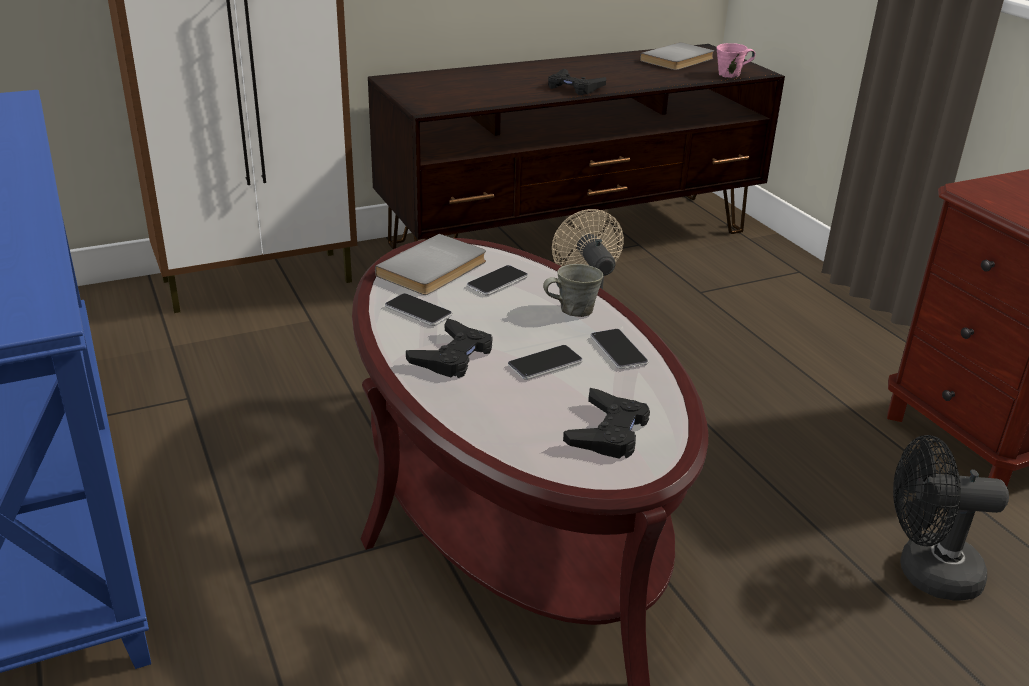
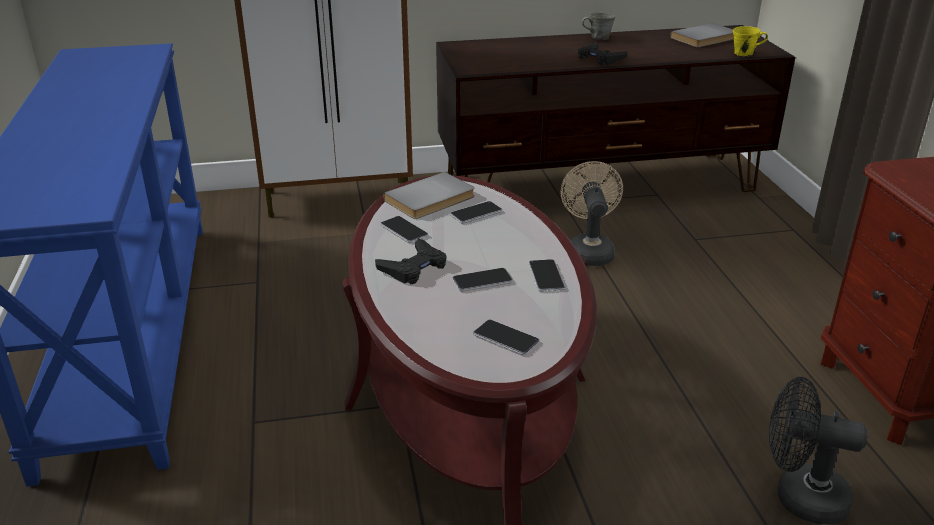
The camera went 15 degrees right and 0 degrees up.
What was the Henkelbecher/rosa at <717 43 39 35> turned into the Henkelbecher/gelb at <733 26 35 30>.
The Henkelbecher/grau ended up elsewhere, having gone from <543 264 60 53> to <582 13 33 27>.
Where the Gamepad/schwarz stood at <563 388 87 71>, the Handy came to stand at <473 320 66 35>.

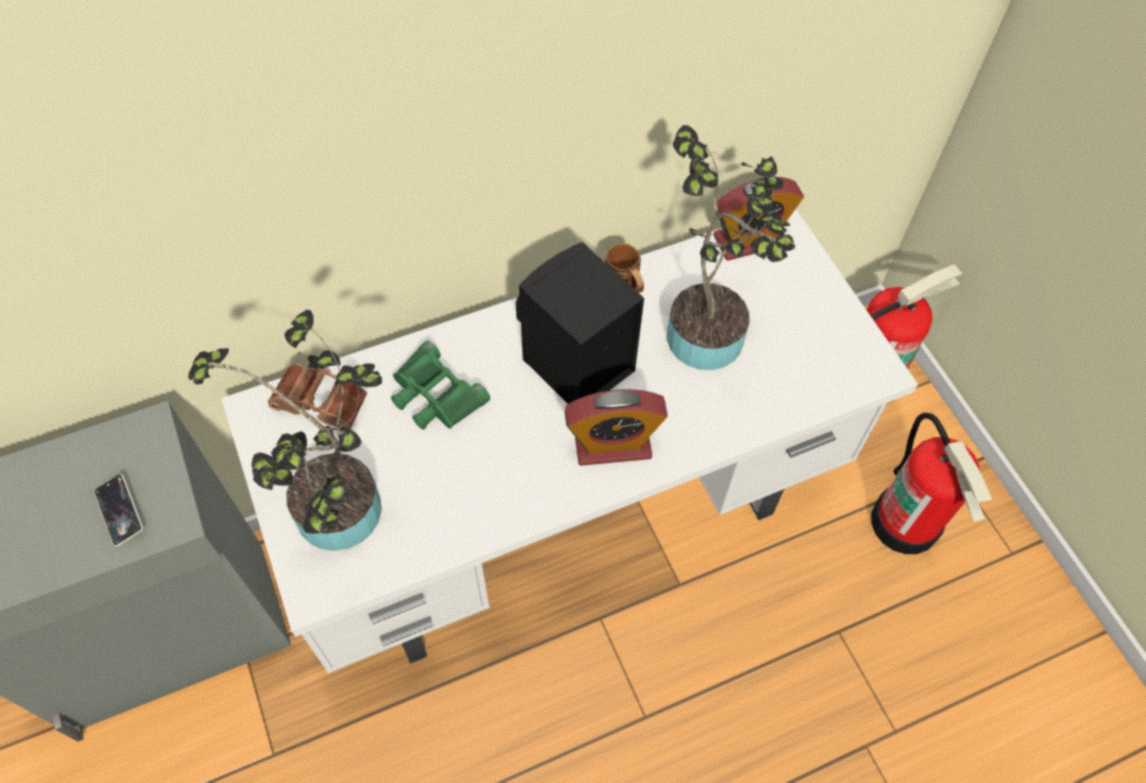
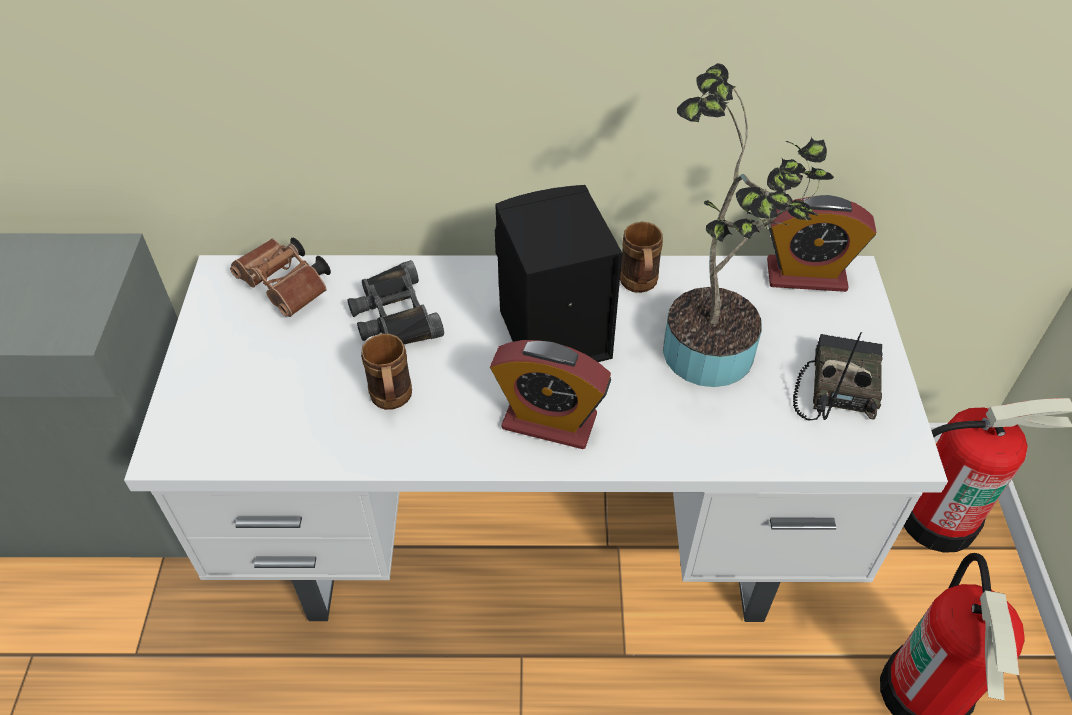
The camera went 25 degrees right and 10 degrees down.
The second view lost the Topfpflanze at <188 310 194 241>.
What was the Fernglas/grün at <391 340 99 90> turned into the Fernglas/schwarz at <347 260 97 84>.
The second view lost the Handy at <94 474 49 73>.
The second view gained the Radio at <793 332 90 89>.
The second view gained the Henkelbecher/braun at <361 334 51 76>.

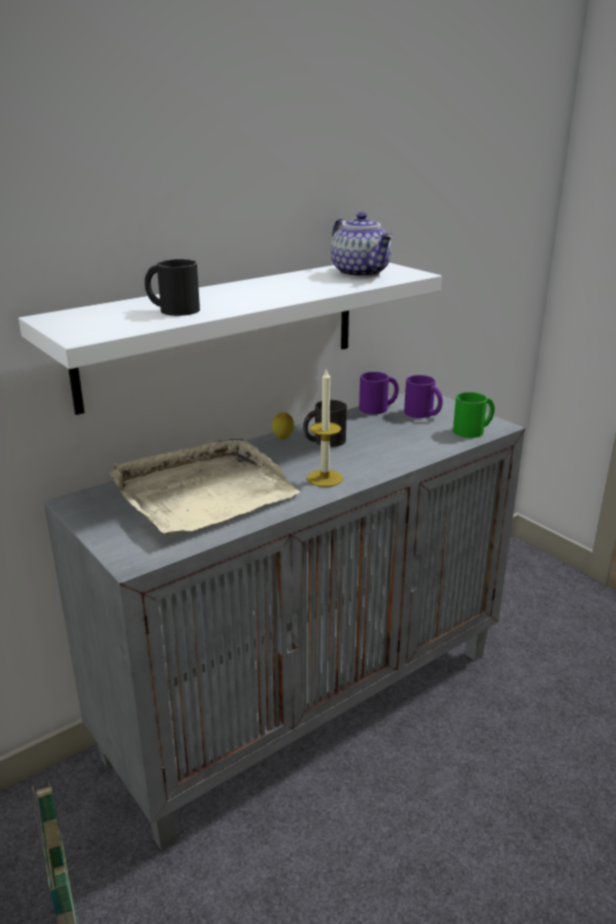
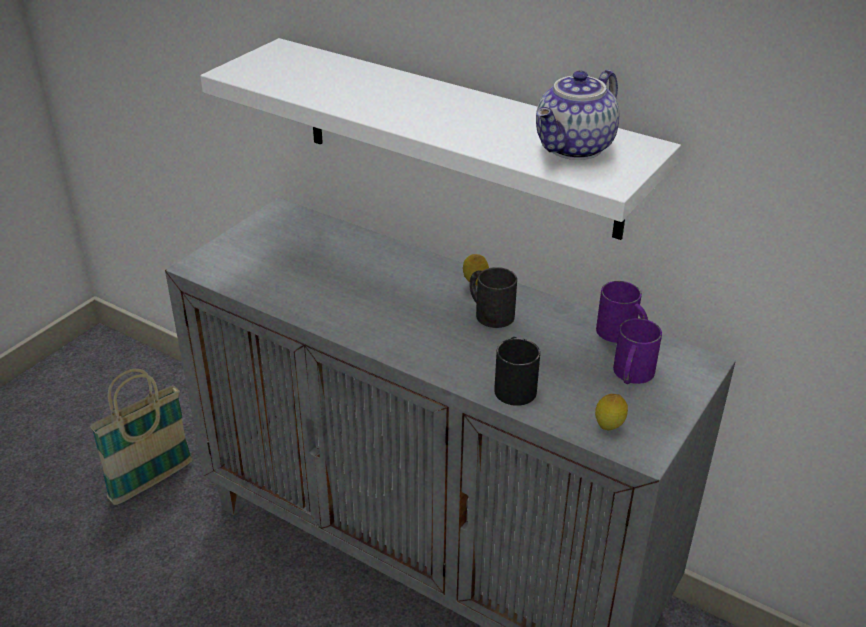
The camera went 70 degrees right and 10 degrees up.
The Henkelbecher/schwarz ended up elsewhere, having gone from <145 259 55 57> to <494 337 46 69>.
The second view lost the Kerze at <307 368 36 119>.
Where the Henkelbecher/grün stood at <453 392 42 46>, the Zitrone came to stand at <595 394 33 36>.
The second view lost the Tablett/beige at <109 438 191 98>.

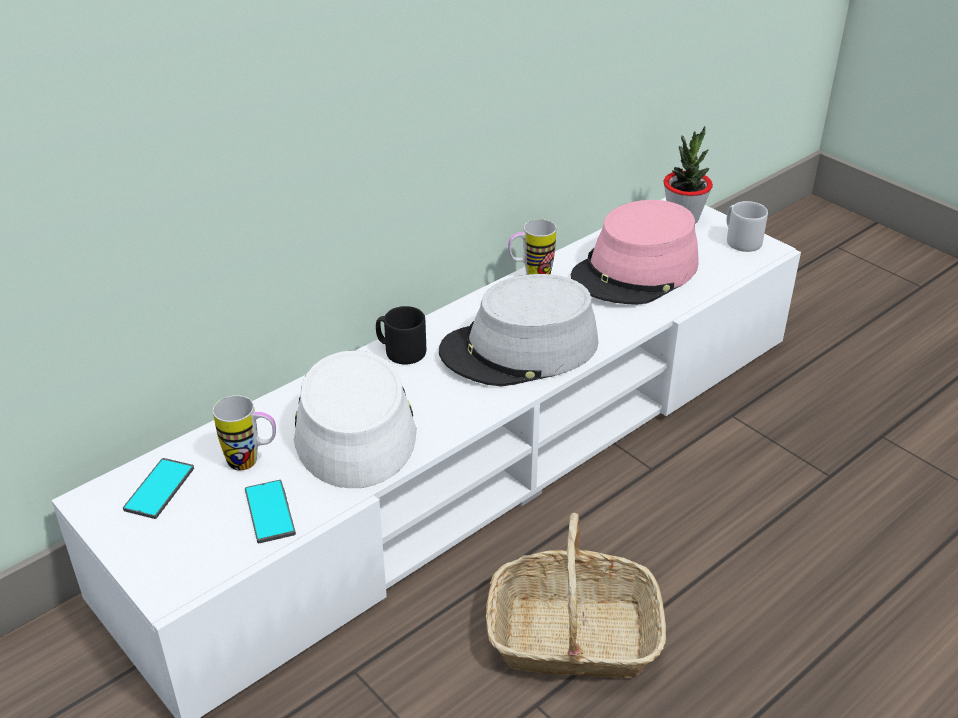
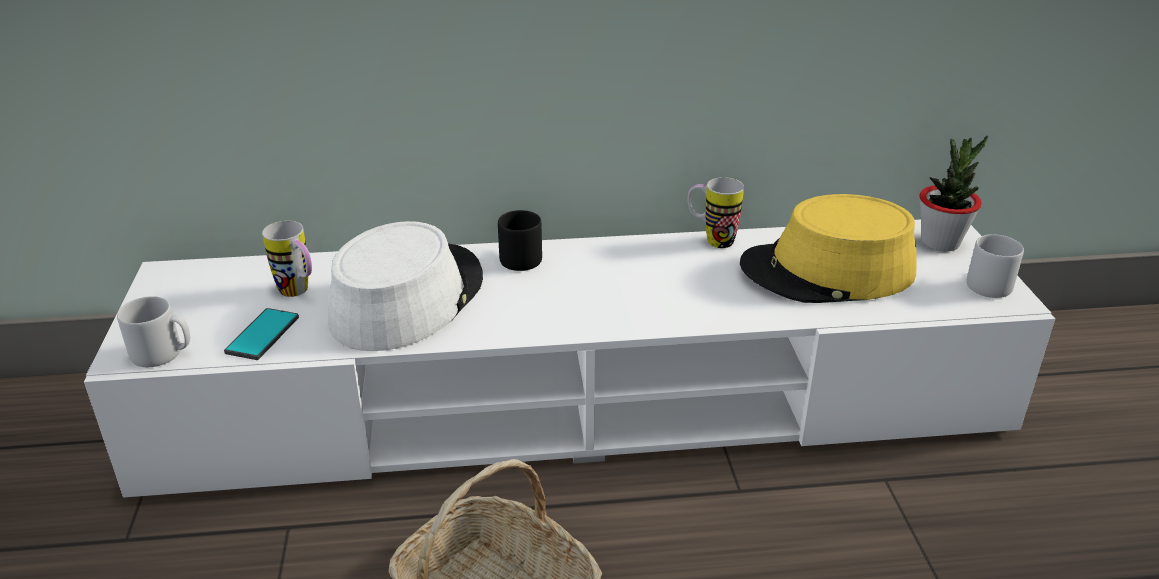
The camera went 35 degrees right and 5 degrees down.
What was the Hut/rosa at <571 200 128 105> turned into the Hut/gelb at <740 194 177 109>.
The second view lost the Hut/grau at <439 274 160 112>.
The second view lost the Handy at <123 458 71 61>.
The second view gained the Henkelbecher/grau at <117 296 73 71>.

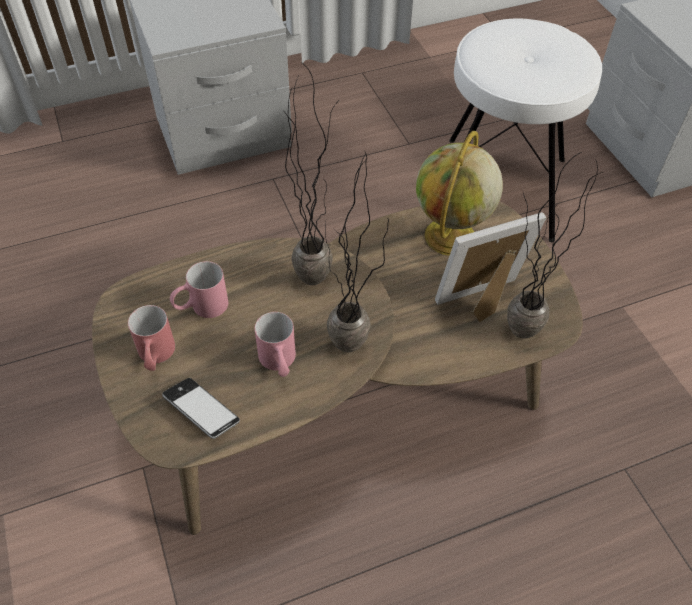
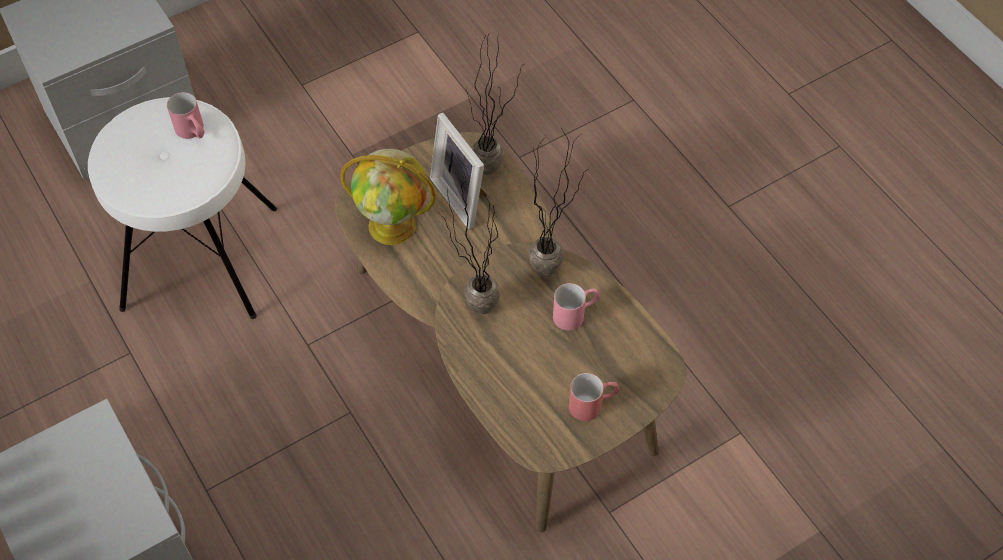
The camera went 100 degrees left and 5 degrees up.
The Henkelbecher/rosa ended up elsewhere, having gone from <170 261 58 57> to <167 92 38 47>.
The second view lost the Handy at <162 378 78 61>.

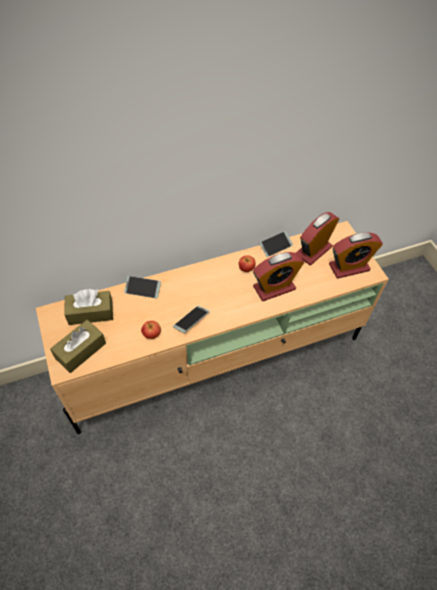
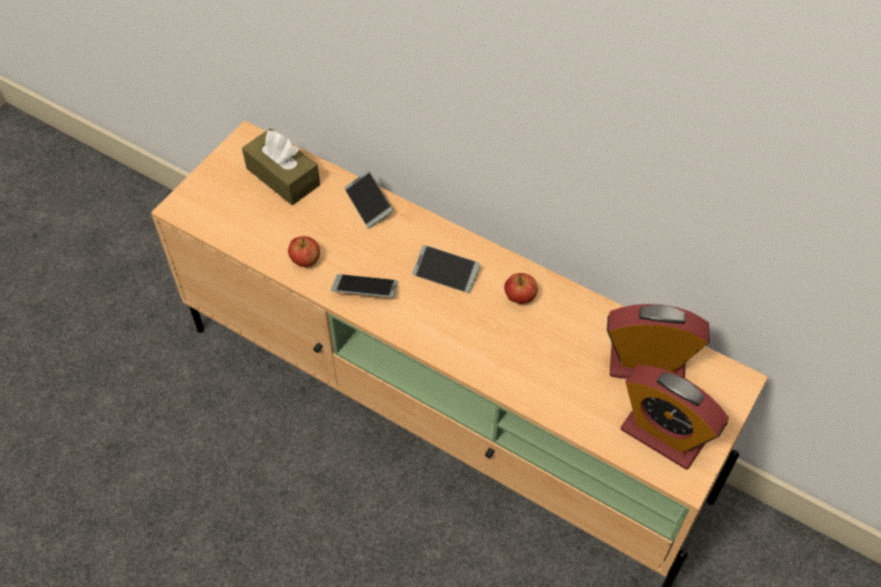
The camera went 55 degrees right and 0 degrees up.
The Handy ended up elsewhere, having gone from <259 231 34 26> to <412 245 68 48>.
The second view lost the Wecker at <253 252 51 49>.
The second view lost the Taschentuchbox/braun at <50 320 56 53>.

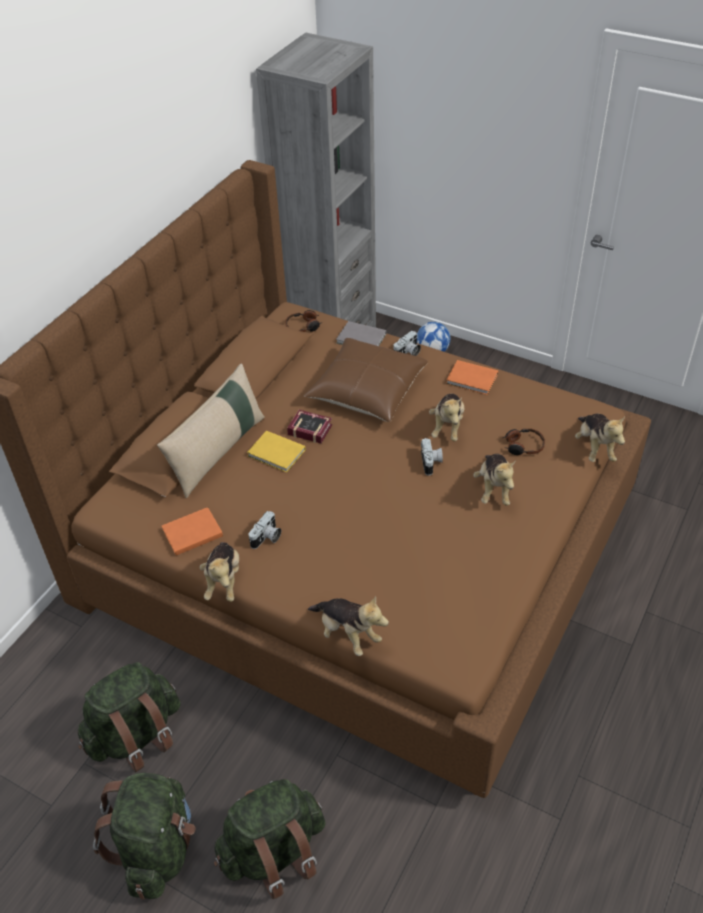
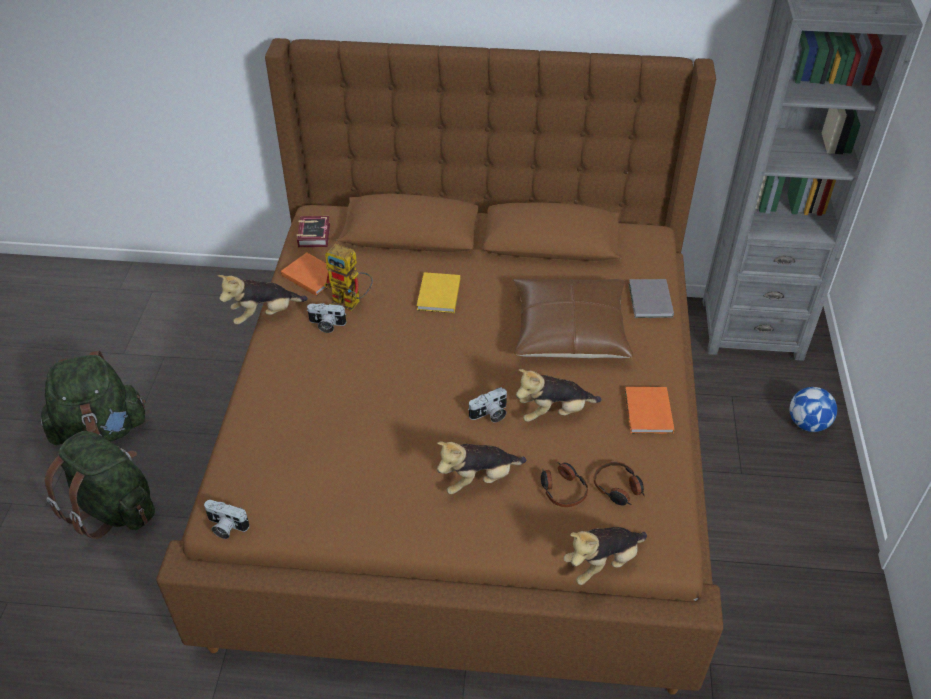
The camera went 65 degrees right and 0 degrees up.
The Kopfhörer ended up elsewhere, having gone from <285 310 36 22> to <594 461 50 45>.
The Kamera ended up elsewhere, having gone from <393 331 28 25> to <204 500 46 39>.
The second view lost the Kissen/beige at <157 364 108 134>.
The Buch ended up elsewhere, having gone from <287 410 45 33> to <297 216 33 31>.
The second view lost the Plüschtier at <308 596 81 60>.
The second view lost the Rucksack/grün at <78 662 103 110>.
The second view gained the Spielzeugroboter at <324 244 49 67>.

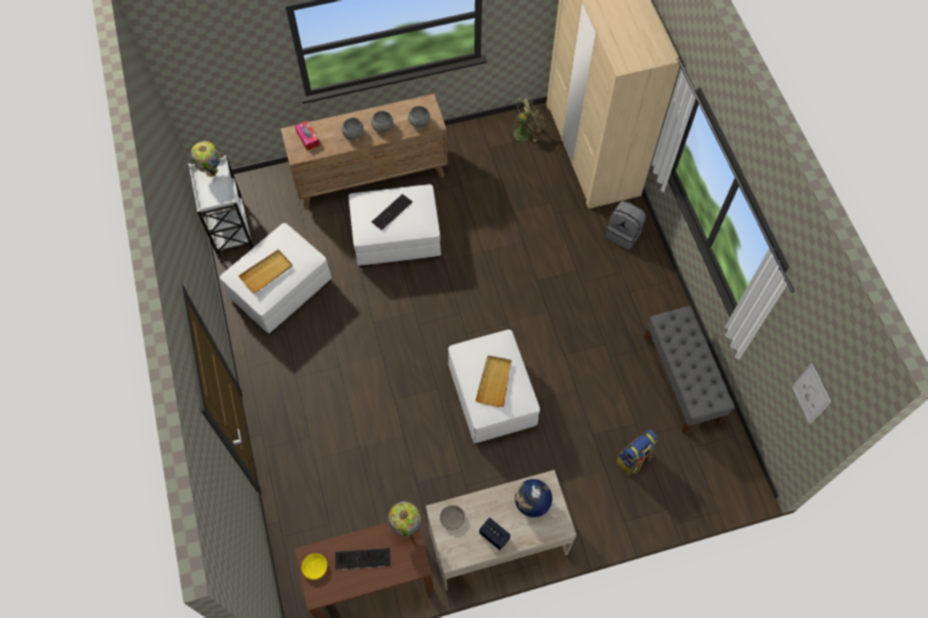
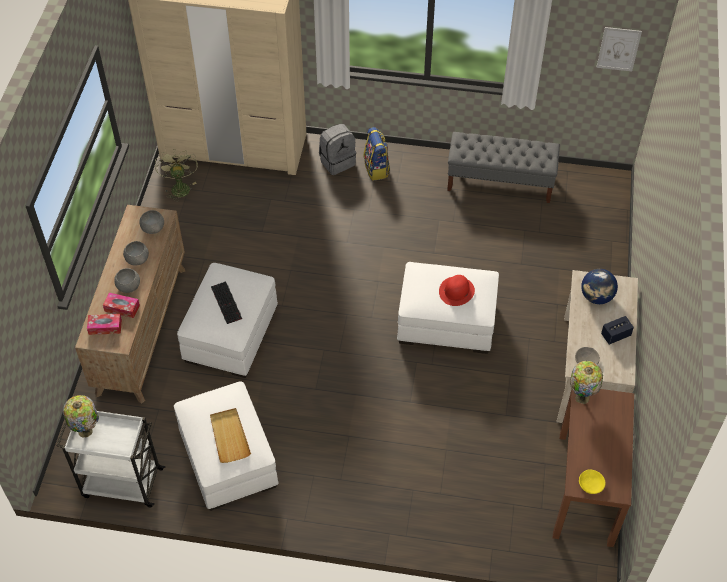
The camera went 65 degrees left and 10 degrees down.
Where the Tablett/beige stood at <475 356 36 51>, the Hut/rot came to stand at <439 275 36 31>.
The Rucksack ended up elsewhere, having gone from <616 429 42 46> to <364 127 26 54>.
The second view lost the Tastatur at <335 548 55 22>.
The second view gained the Taschentuchbox at <103 293 37 25>.

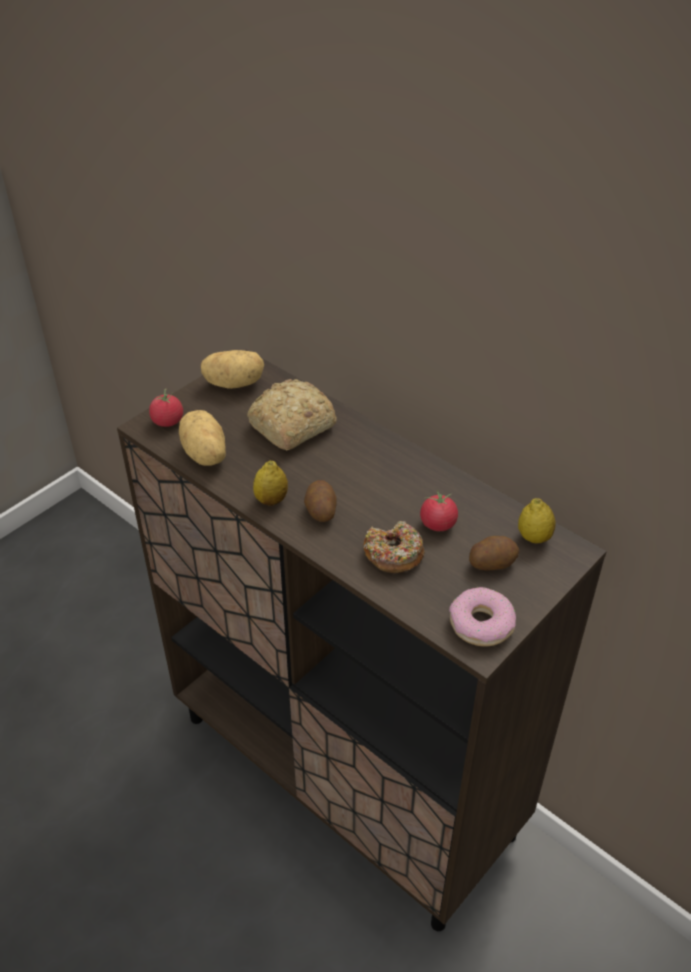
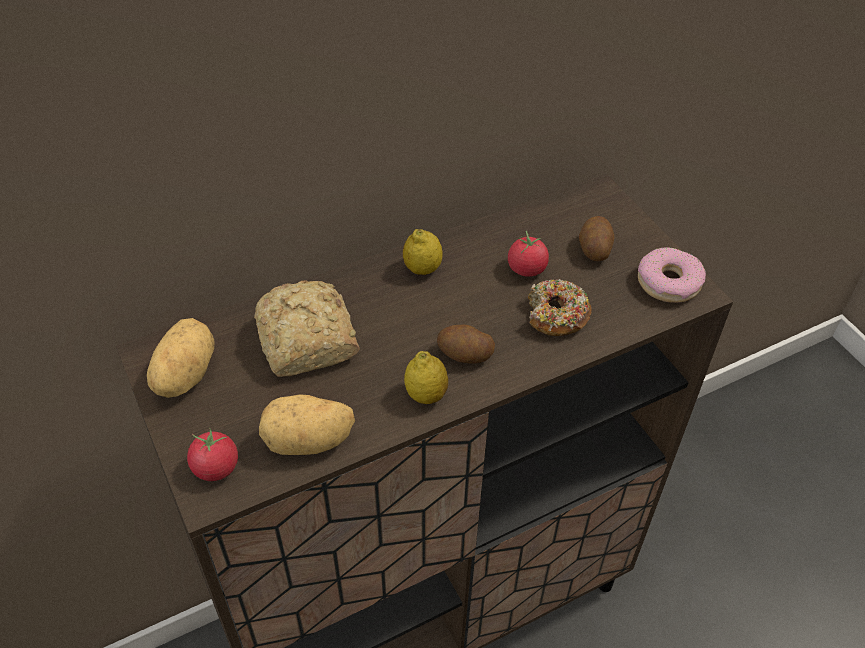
The camera went 70 degrees left and 5 degrees up.
The Zitrone ended up elsewhere, having gone from <518 498 38 45> to <403 229 40 46>.

